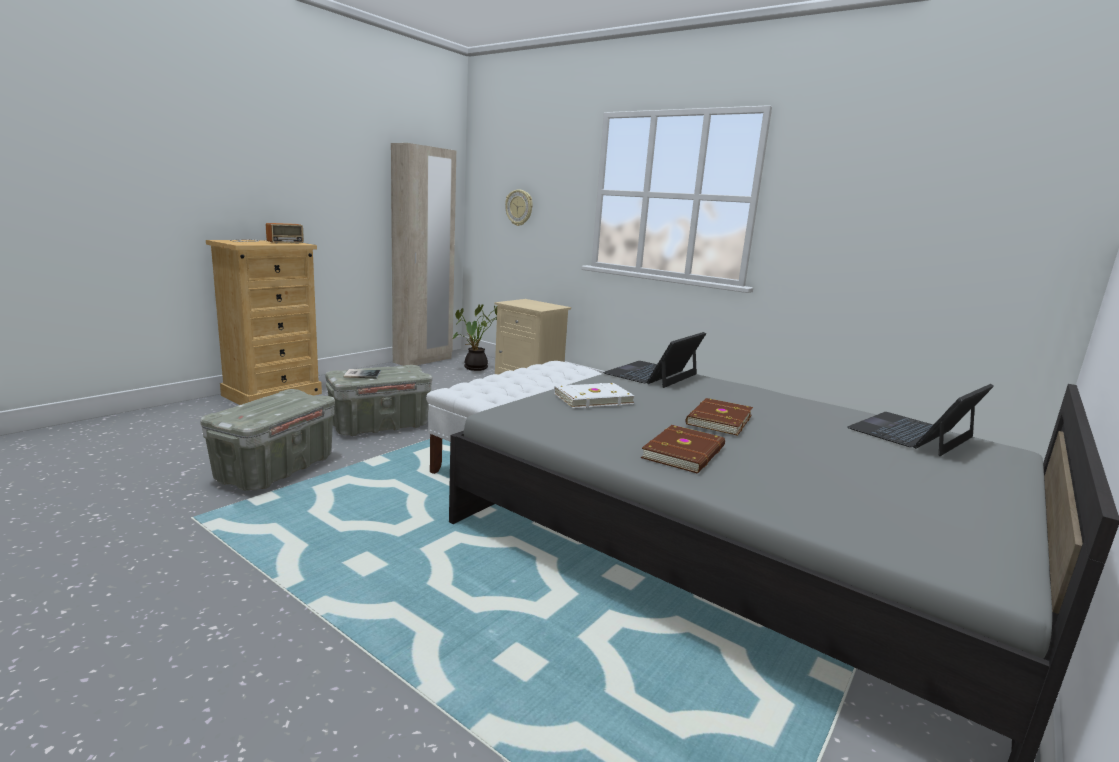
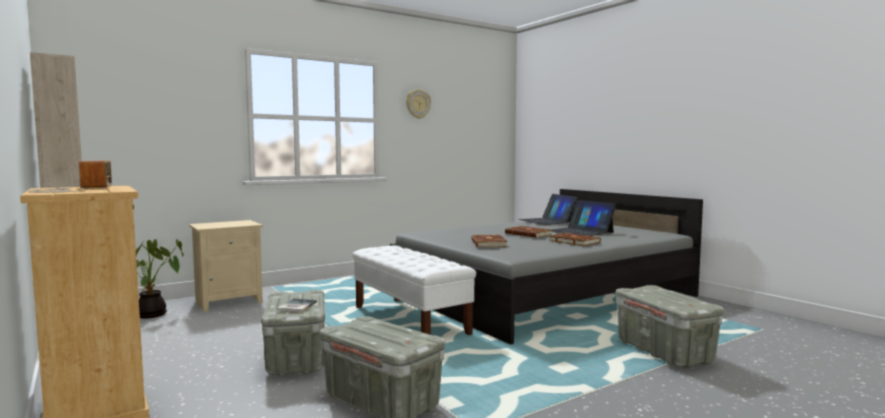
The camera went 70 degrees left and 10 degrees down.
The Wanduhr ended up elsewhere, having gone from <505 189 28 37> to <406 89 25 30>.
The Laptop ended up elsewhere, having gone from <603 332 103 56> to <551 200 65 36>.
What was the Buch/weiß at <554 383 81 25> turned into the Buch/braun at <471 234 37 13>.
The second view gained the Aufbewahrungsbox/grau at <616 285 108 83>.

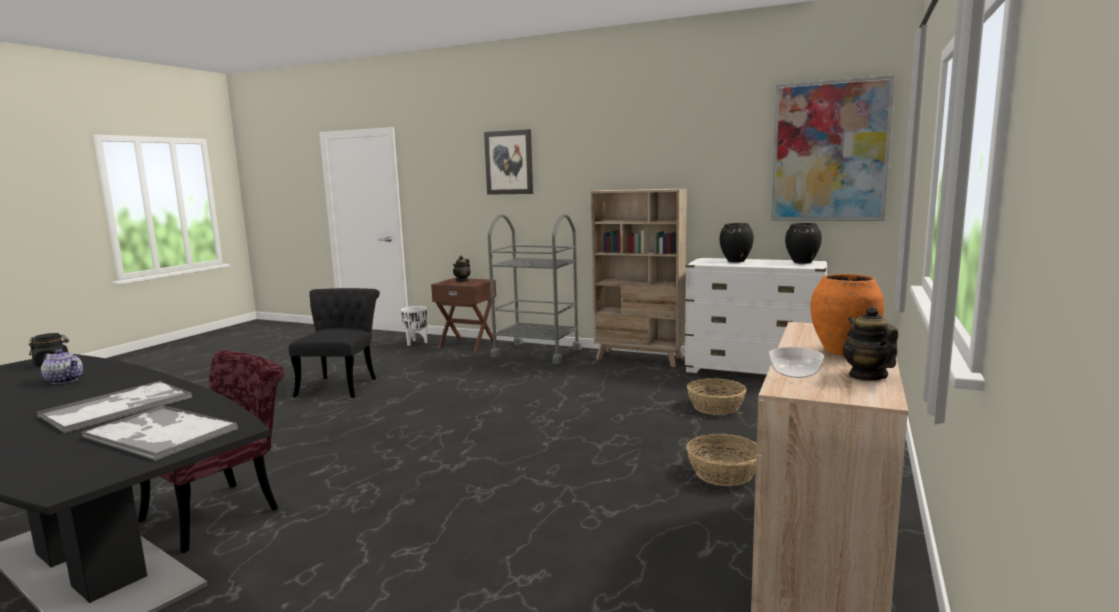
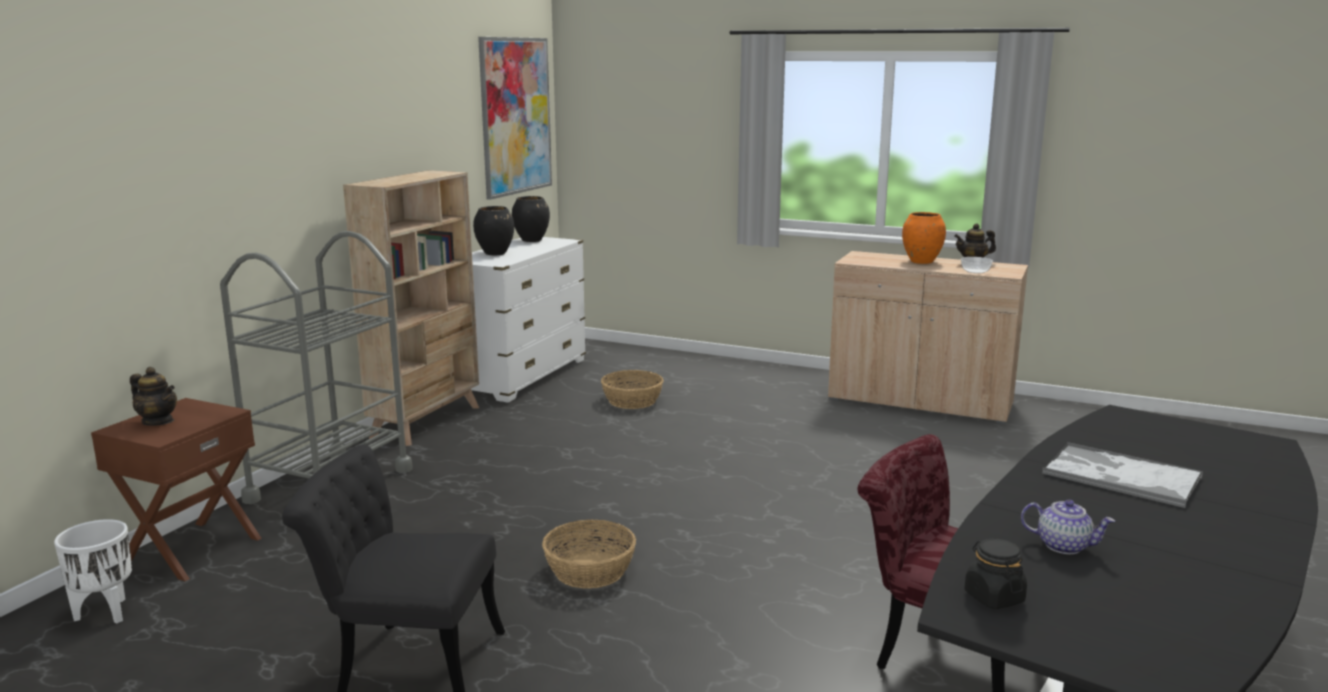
The camera went 90 degrees left and 5 degrees up.
The second view lost the Bild at <484 129 49 66>.
The Teekanne at <41 349 42 35> ended up facing another way, 90 degrees clockwise from before.
The second view lost the Tablett at <81 405 157 56>.
The Korb ended up elsewhere, having gone from <686 434 71 52> to <542 519 94 70>.

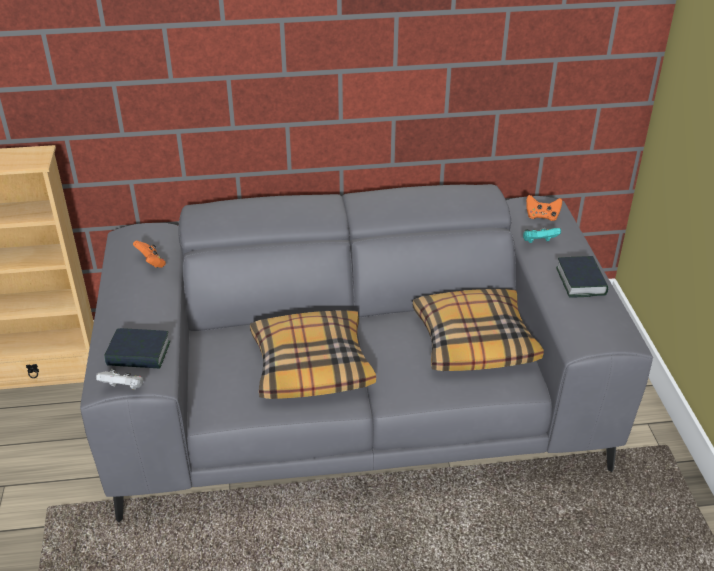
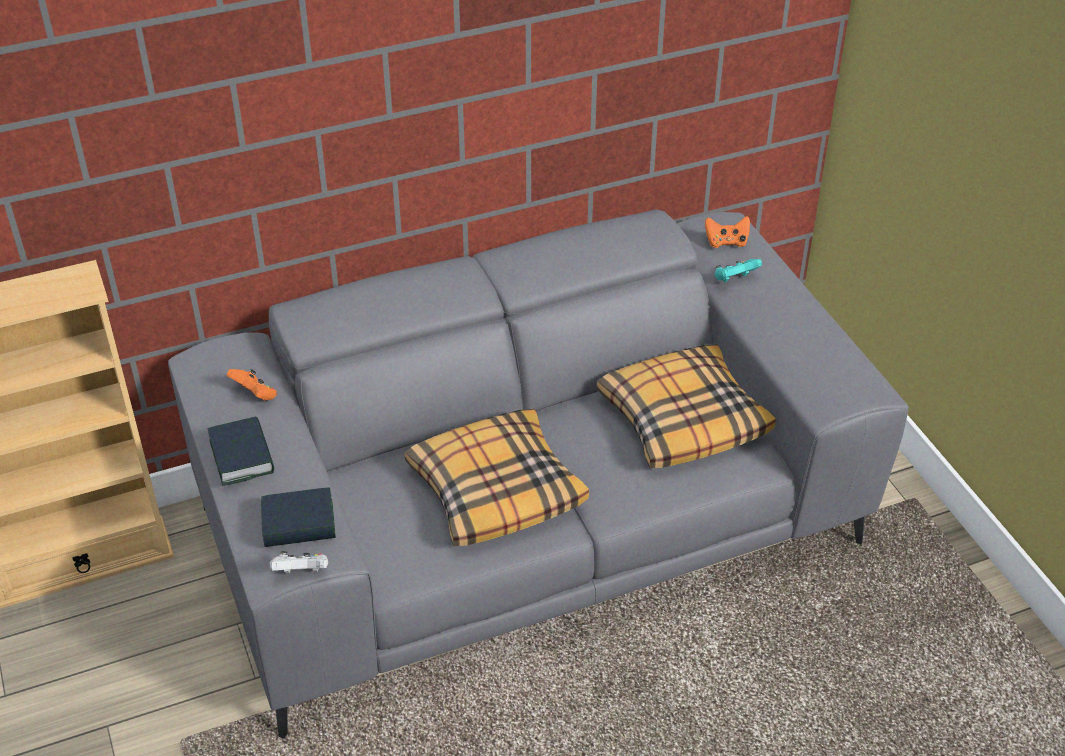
The camera went 15 degrees left and 5 degrees up.
The Buch ended up elsewhere, having gone from <556 256 52 41> to <208 417 66 69>.

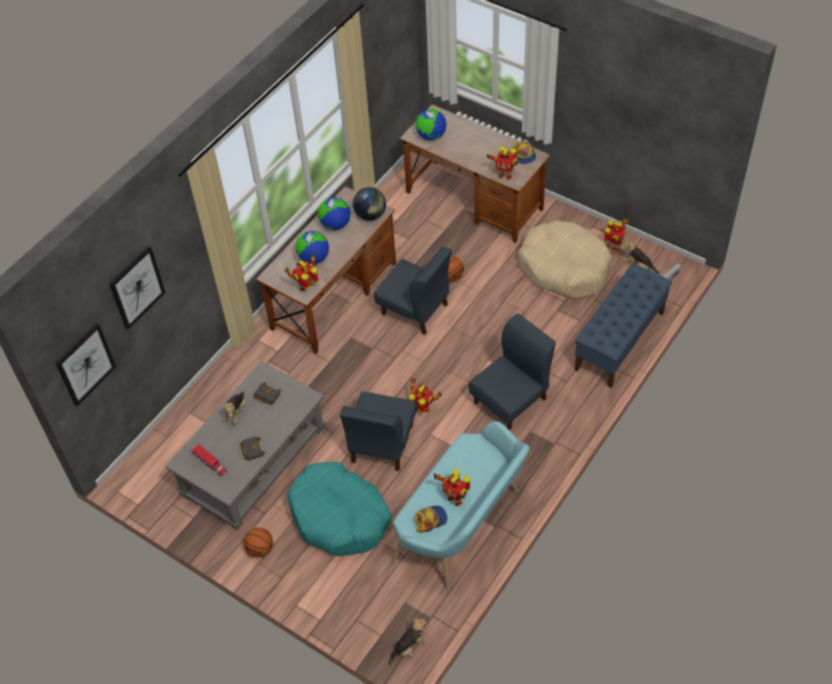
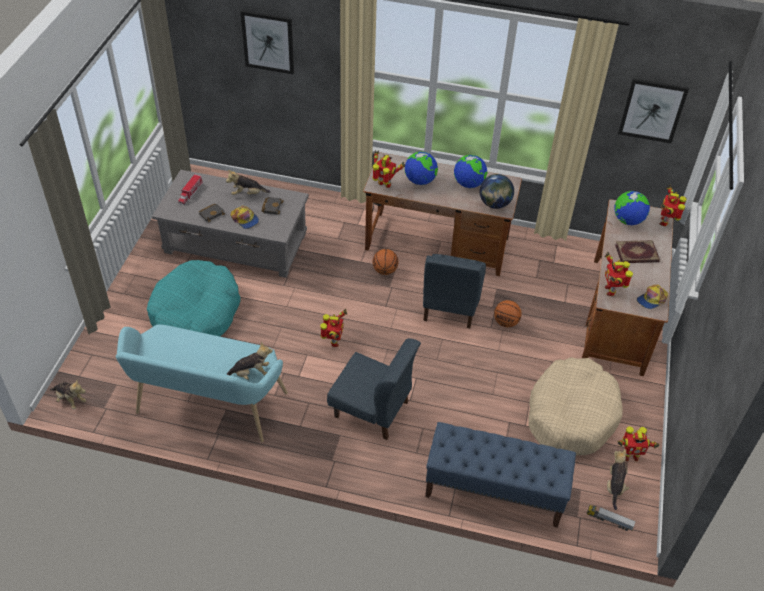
The camera went 65 degrees right and 5 degrees down.
The Bild ended up elsewhere, having gone from <56 323 60 83> to <618 78 71 65>.
The second view lost the Stuhl/blau at <340 392 77 79>.
The Spielzeugroboter ended up elsewhere, having gone from <434 469 36 37> to <660 184 27 42>.
The Kappe ended up elsewhere, having gone from <414 506 33 26> to <230 206 29 23>.
The Basketball ended up elsewhere, having gone from <243 528 30 30> to <373 249 25 26>.
The second view gained the Buch at <615 240 45 23>.
The second view gained the Plüschtier at <226 342 47 38>.

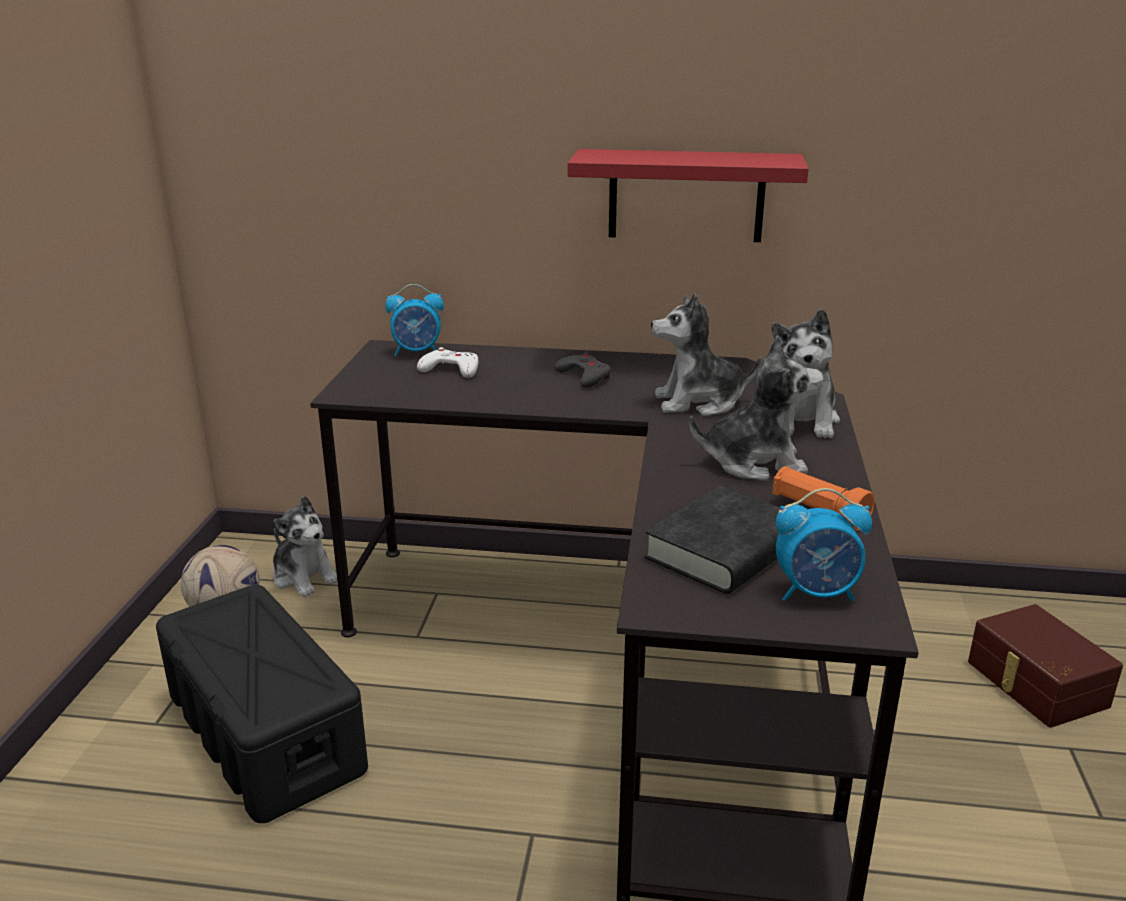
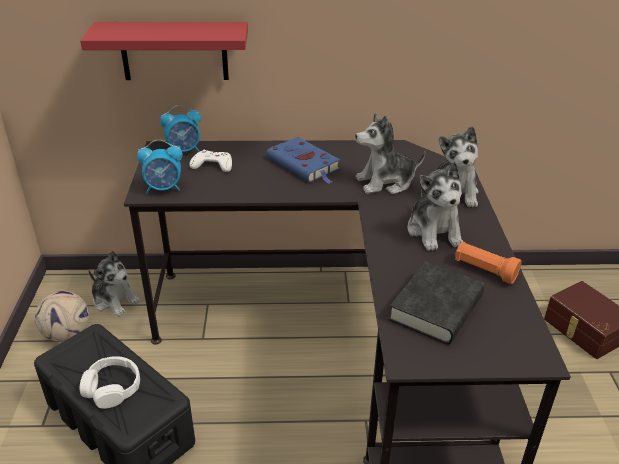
The camera went 10 degrees left and 10 degrees up.
The Wandregal/rot ended up elsewhere, having gone from <568 149 241 93> to <80 22 168 58>.
The Plüschtier at <689 335 135 146> ended up facing another way, 90 degrees clockwise from before.
Where the Gamepad/grau stood at <554 353 57 35>, the Buch/blau came to stand at <266 137 74 47>.
The Wecker ended up elsewhere, having gone from <776 488 96 113> to <137 139 46 55>.
The second view gained the Kopfhörer/weiß at <80 356 60 53>.

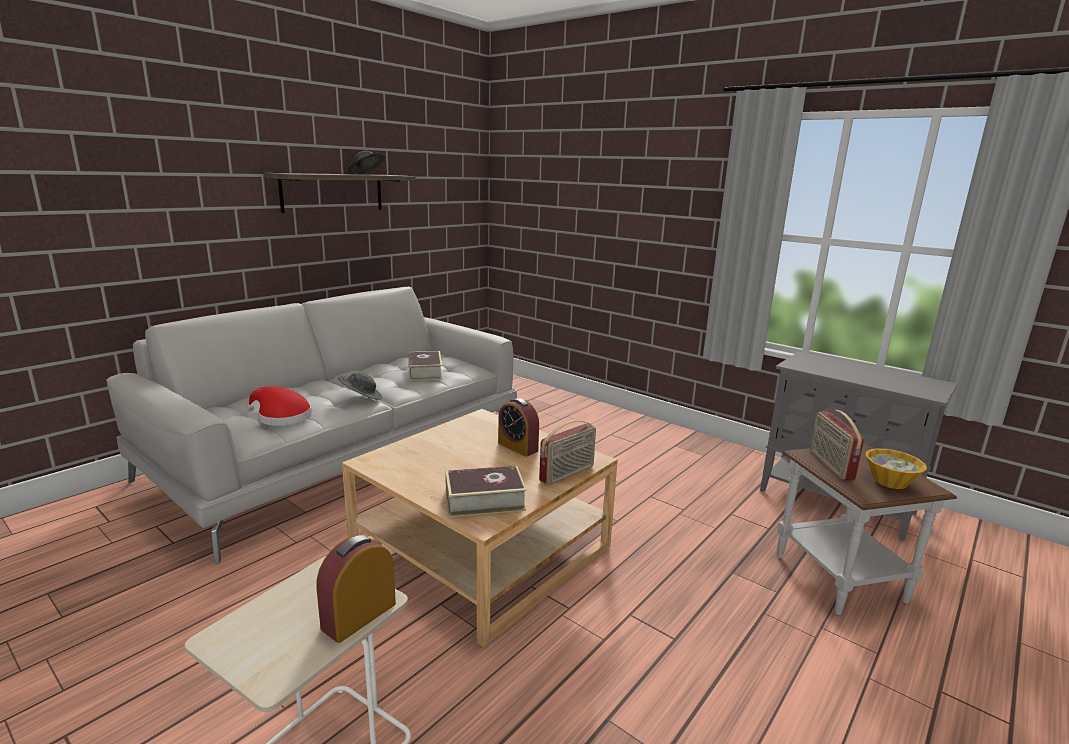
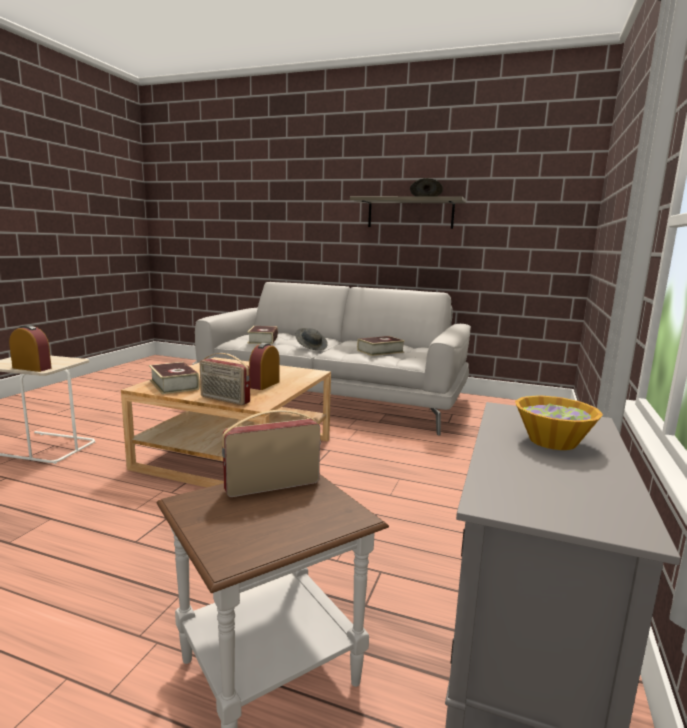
The camera went 70 degrees right and 5 degrees down.
Where the Hut/rot stood at <246 386 66 40>, the Buch came to stand at <247 326 31 18>.
The Schüssel ended up elsewhere, having gone from <866 449 61 40> to <515 396 88 54>.

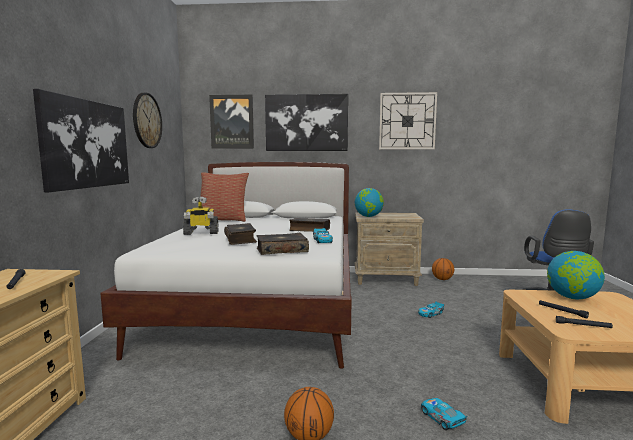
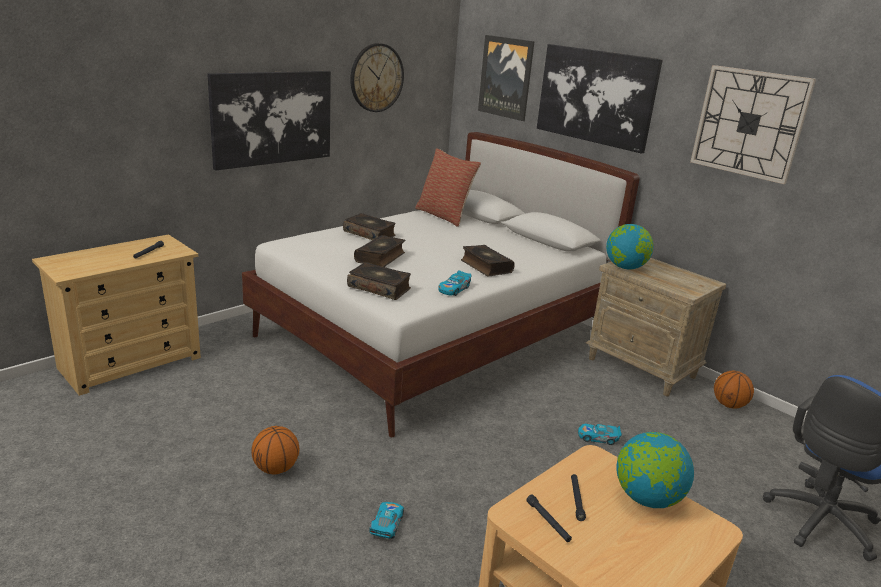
The camera went 40 degrees right and 15 degrees up.
Where the Spielzeugroboter stood at <183 197 36 38>, the Buch came to stand at <343 213 53 27>.

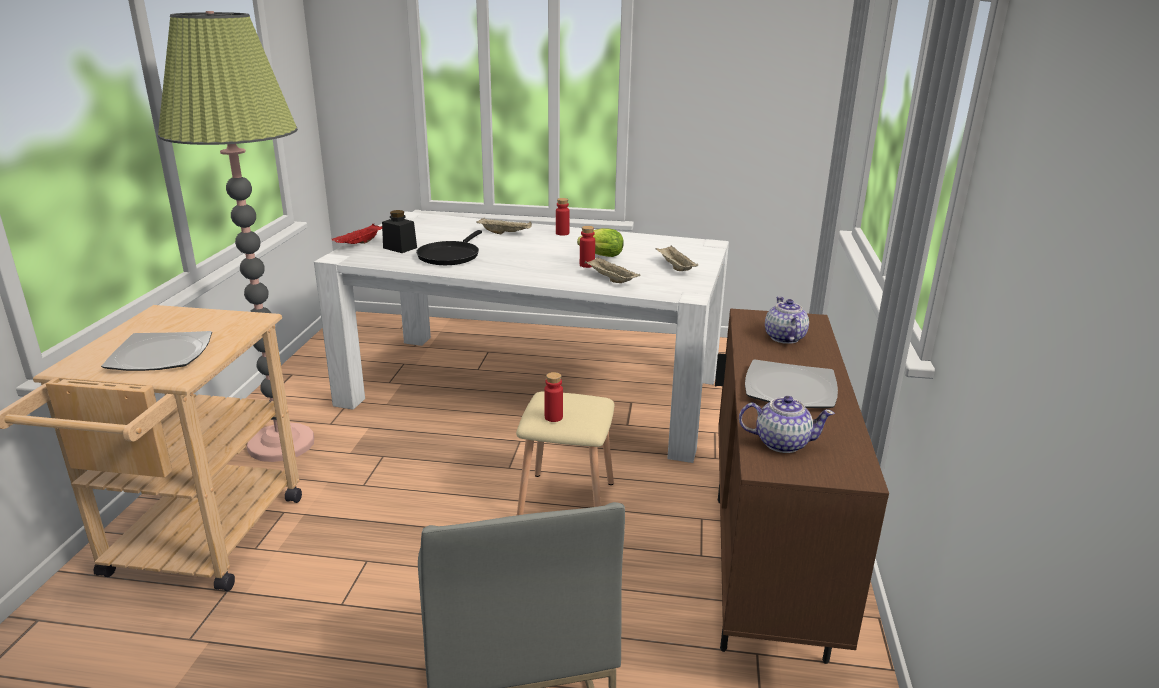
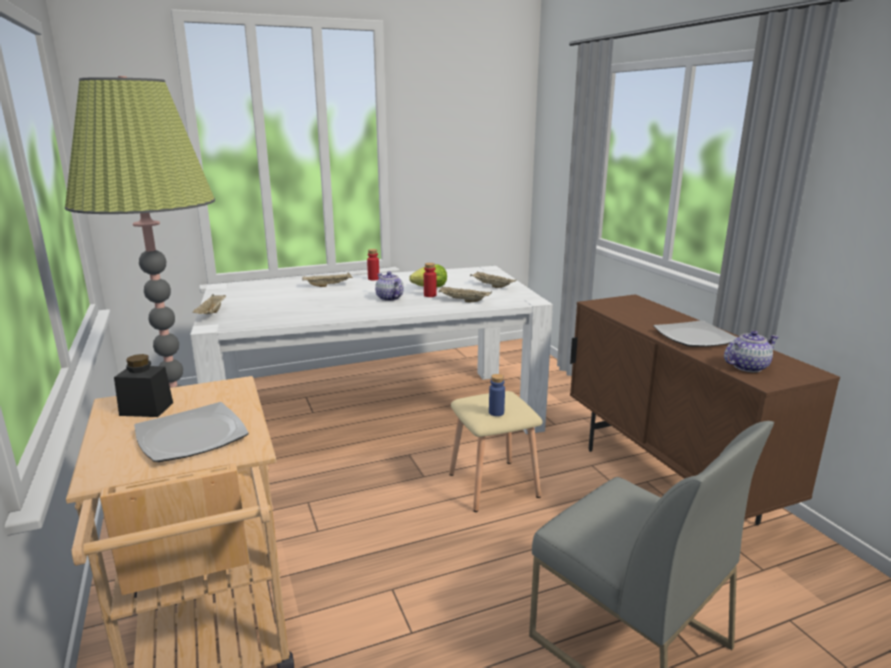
The camera went 30 degrees left and 5 degrees down.
The Vorratsglas/schwarz ended up elsewhere, having gone from <382 210 35 43> to <114 354 59 63>.
What was the Tablett/rot at <331 224 51 20> turned into the Tablett/beige at <192 294 34 20>.
The second view lost the Pfanne/schwarz at <416 230 66 35>.
The Teekanne ended up elsewhere, having gone from <765 296 44 48> to <375 271 29 30>.
What was the Flasche/rot at <544 372 19 50> turned into the Flasche/blau at <489 374 16 42>.

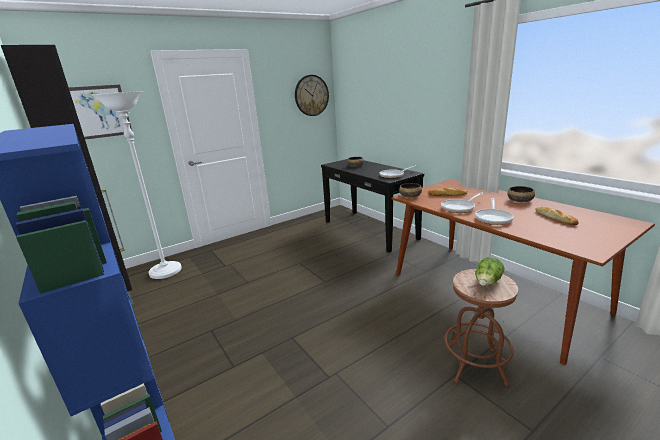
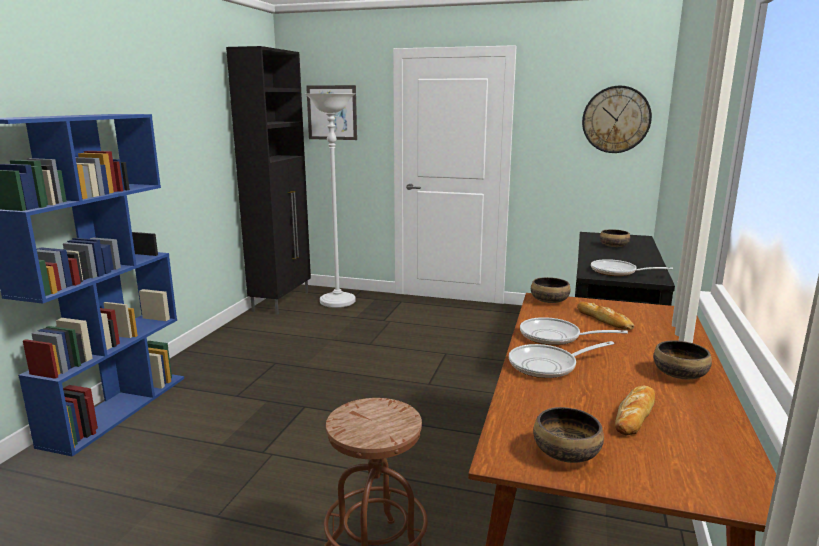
The camera went 50 degrees right and 5 degrees down.
The second view lost the Salatkopf at <475 257 30 29>.
The second view gained the Schüssel at <533 407 71 56>.

